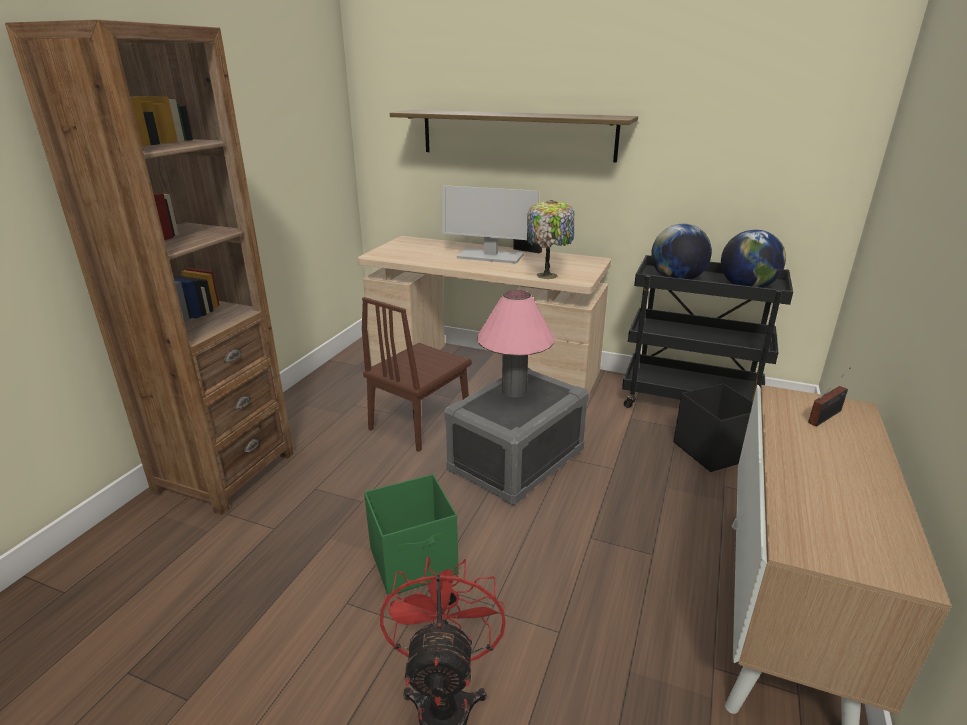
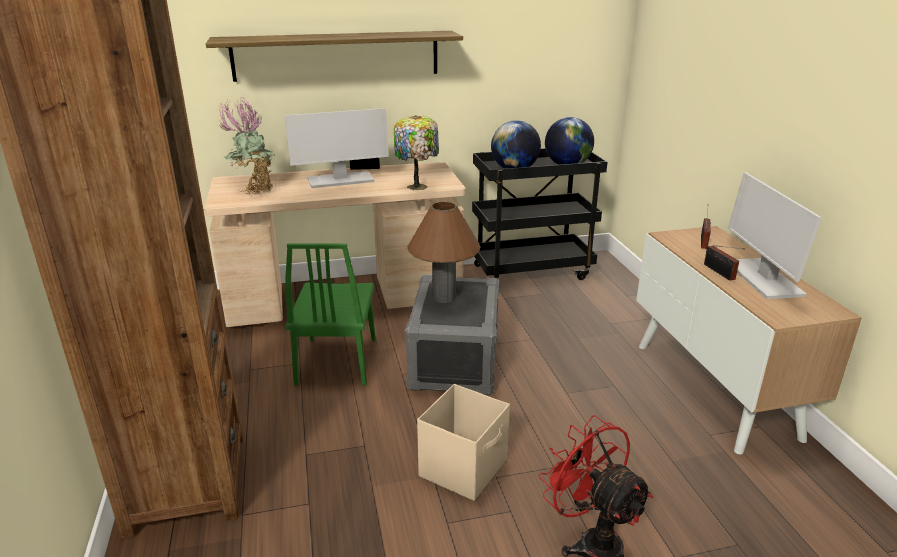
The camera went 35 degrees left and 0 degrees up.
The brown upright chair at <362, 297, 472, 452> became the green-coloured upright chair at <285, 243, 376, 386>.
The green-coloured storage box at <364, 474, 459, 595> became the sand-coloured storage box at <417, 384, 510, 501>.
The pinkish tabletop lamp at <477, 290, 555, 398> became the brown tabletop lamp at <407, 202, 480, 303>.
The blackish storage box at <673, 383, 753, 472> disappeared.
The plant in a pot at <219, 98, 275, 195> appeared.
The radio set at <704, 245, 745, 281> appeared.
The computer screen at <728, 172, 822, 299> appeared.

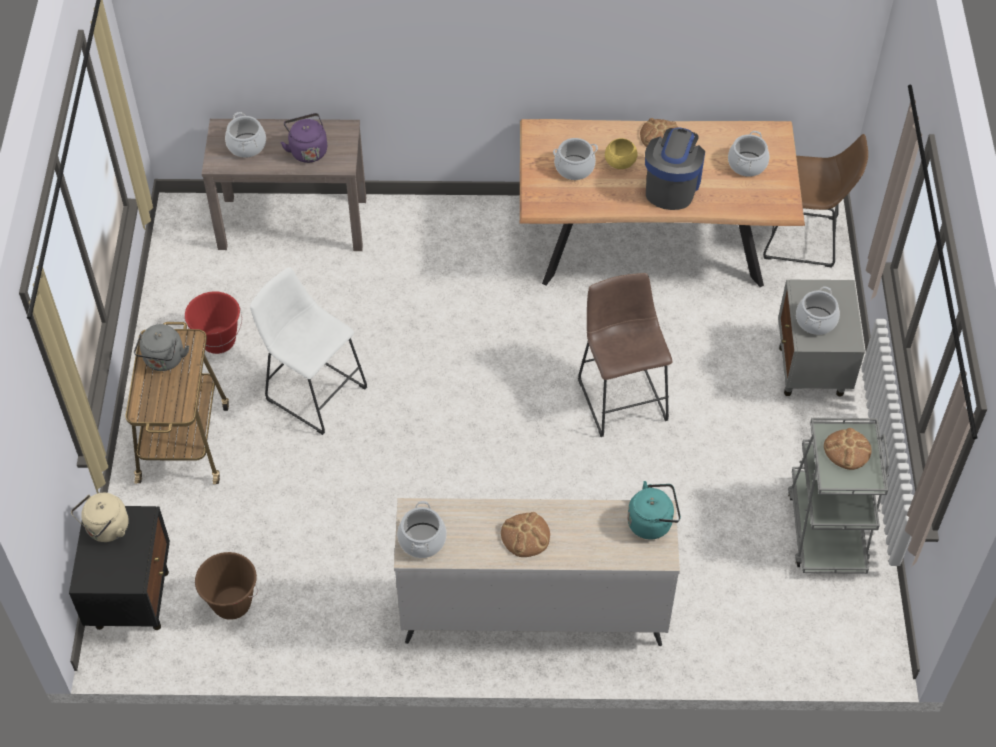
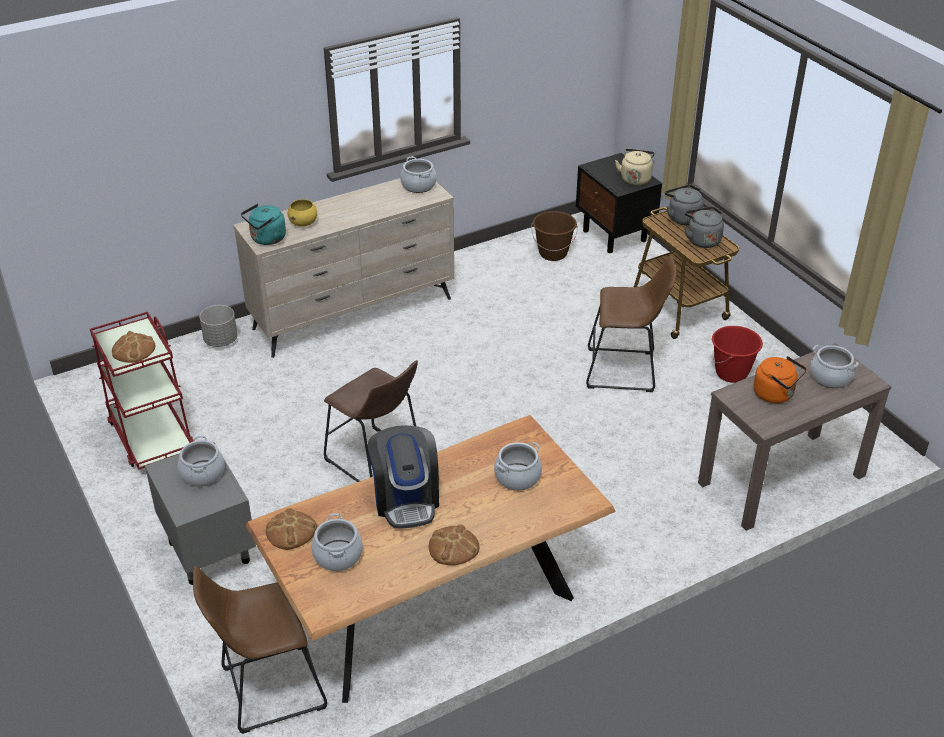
The camera went 150 degrees right and 15 degrees down.
The whitish stool seat at <250, 267, 367, 435> became the brown stool seat at <586, 256, 677, 392>.
The purple-coloured kettle at <280, 113, 327, 163> became the orange-coloured kettle at <754, 356, 807, 403>.
The bakery bread moved from <501, 512, 550, 557> to <266, 508, 317, 550>.
The yellow serving bowl moved from <605, 138, 637, 169> to <287, 199, 317, 227>.
The grey trolley at <788, 418, 889, 574> became the reddish trolley at <90, 312, 194, 470>.
The grey flower pot at <200, 305, 238, 347> appeared.
The grey kettle at <665, 185, 704, 225> appeared.

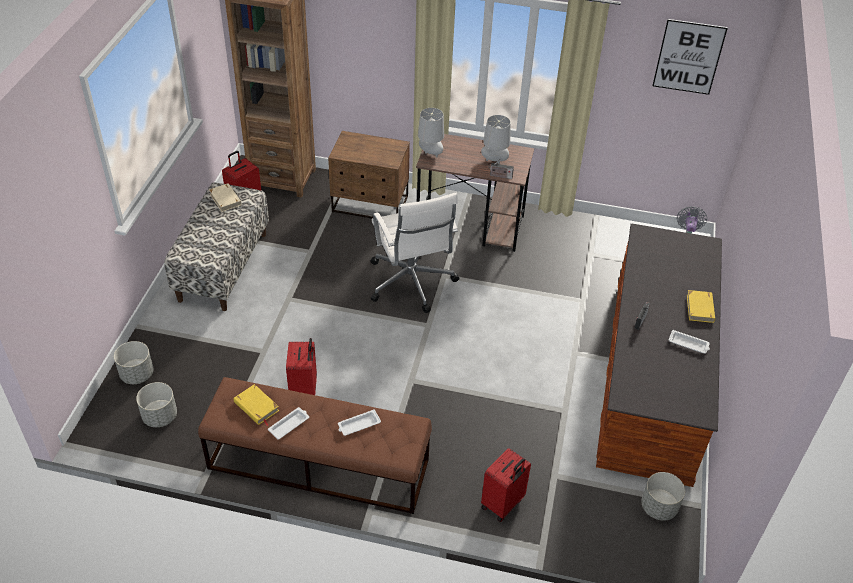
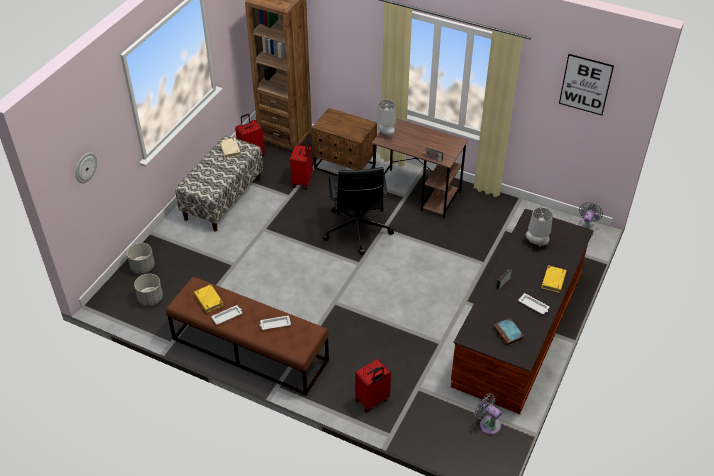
The camera went 15 degrees right and 0 degrees up.
The reddish suitcase moved from <286, 338, 317, 395> to <290, 143, 313, 189>.
The whitish desk chair at <370, 193, 459, 313> became the blackish desk chair at <323, 167, 394, 255>.
The grey tabletop lamp moved from <481, 115, 511, 164> to <526, 207, 553, 247>.
The grey flower pot at <641, 472, 685, 521> was replaced by the grey fan at <475, 393, 502, 435>.
The wall clock at <76, 152, 97, 183> appeared.
The book at <493, 318, 524, 346> appeared.

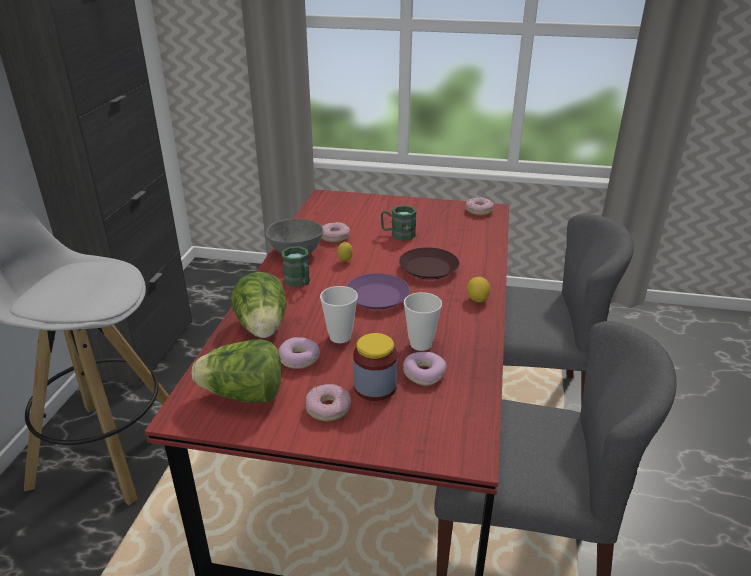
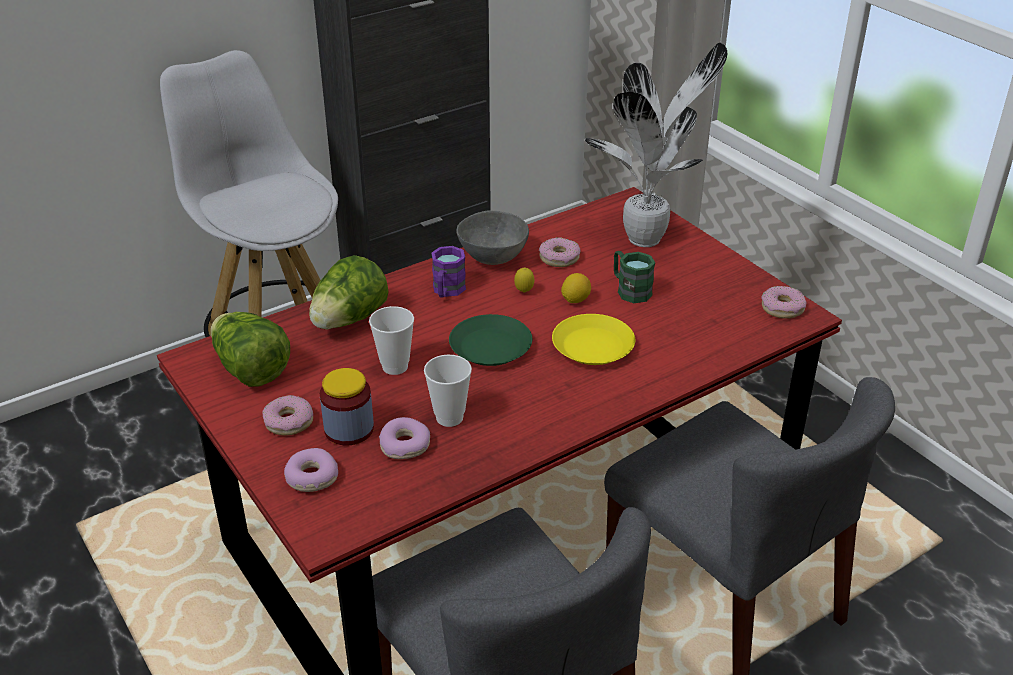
The camera went 45 degrees right and 5 degrees up.
The ring doughnut moved from <278, 337, 320, 369> to <284, 448, 338, 492>.
The green-coloured mug at <282, 246, 310, 287> became the purple-coloured mug at <431, 246, 466, 298>.
The purple-coloured plate at <346, 273, 410, 310> became the green-coloured plate at <449, 314, 532, 366>.
The brown plate at <399, 247, 459, 280> became the yellow plate at <552, 314, 635, 365>.
The lemon moved from <467, 277, 490, 302> to <561, 273, 591, 303>.
The plant in a pot at <585, 43, 727, 247> appeared.

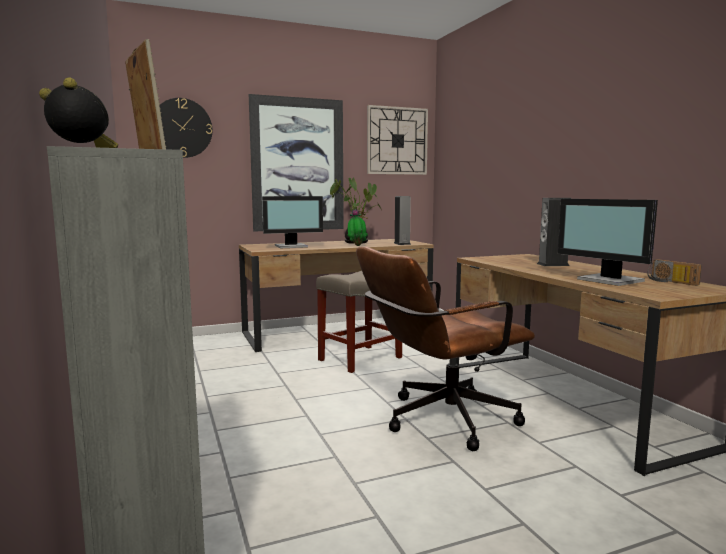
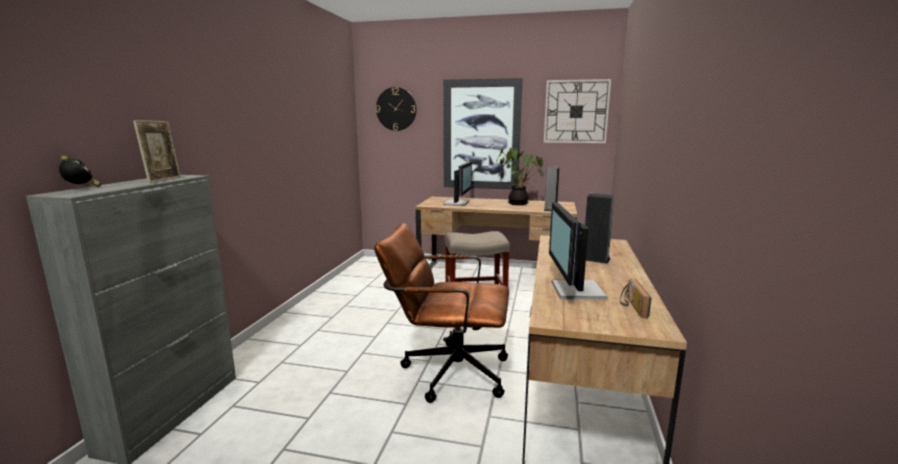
The camera went 35 degrees right and 5 degrees up.
The computer screen at <262, 196, 323, 248> turned 90 degrees counterclockwise.
The plant in a pot at <347, 209, 368, 246> disappeared.

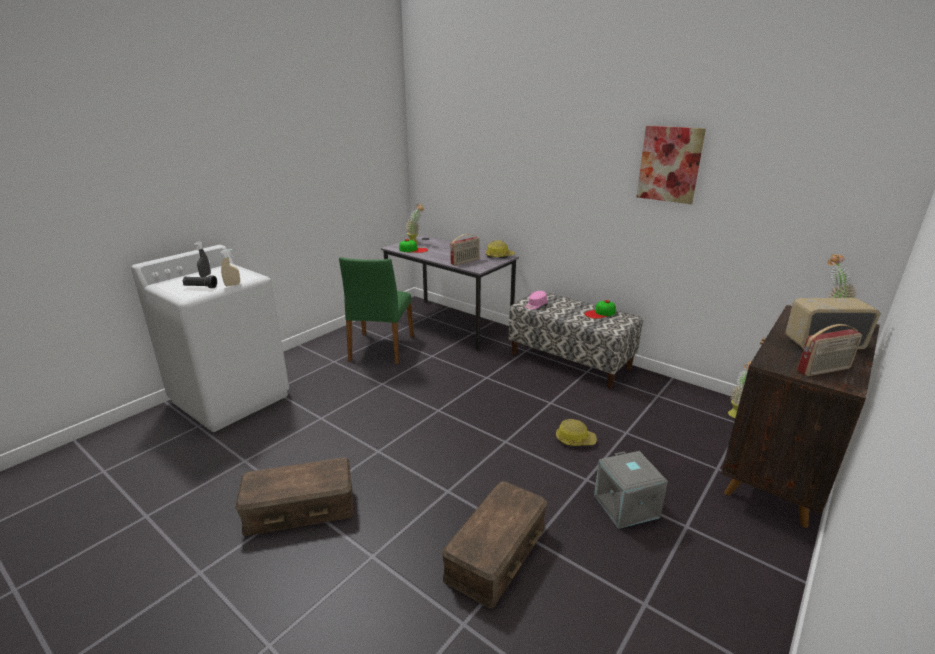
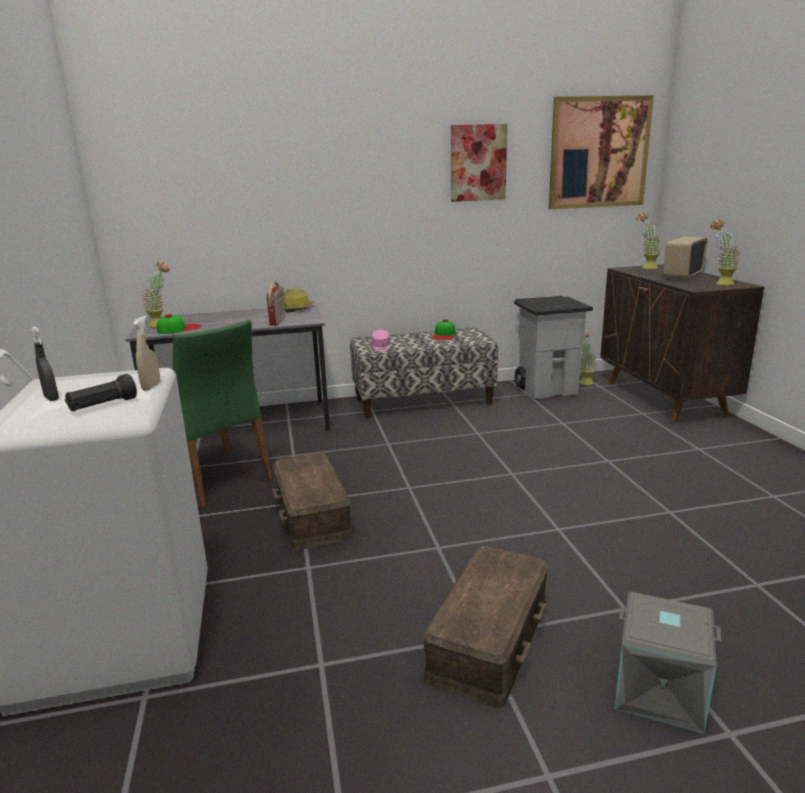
The camera went 50 degrees left and 5 degrees down.
The brown storage box moved from <442, 481, 547, 608> to <273, 453, 352, 550>.
The hard hat at <556, 419, 597, 446> disappeared.
The grey storage box moved from <594, 451, 668, 529> to <614, 592, 721, 734>.
The radio set at <797, 324, 862, 377> was replaced by the plant in a pot at <710, 219, 741, 285>.
The grey rubbish bin at <514, 296, 593, 399> appeared.
The wall picture at <549, 95, 654, 209> appeared.

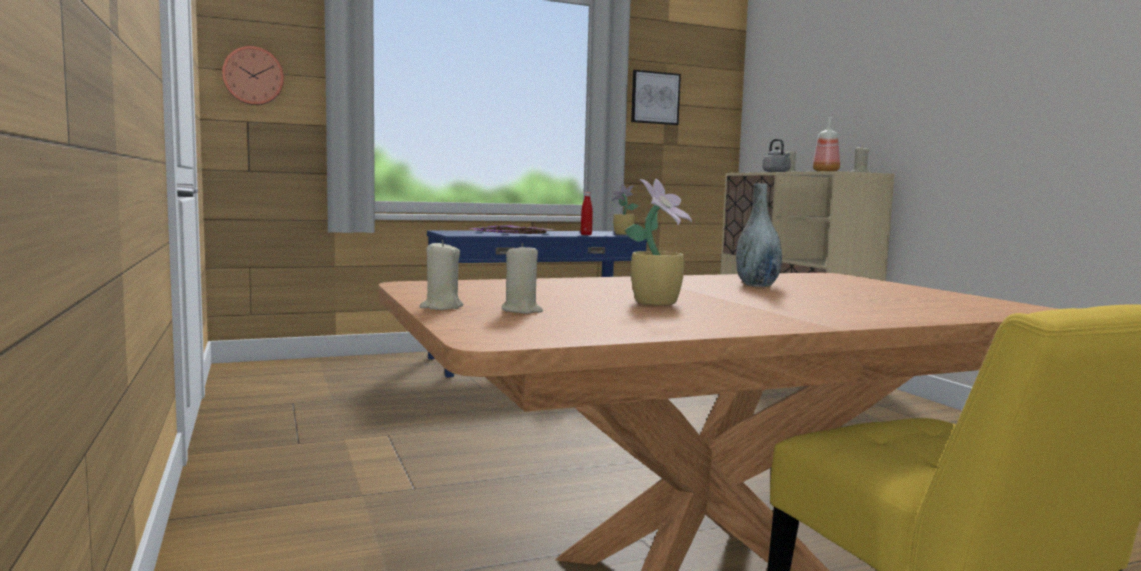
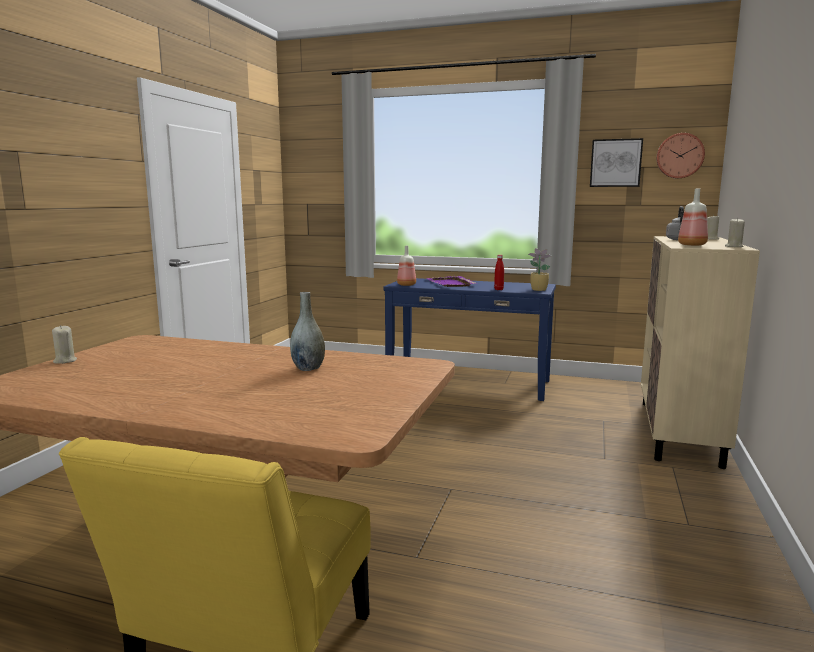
The camera went 40 degrees right and 5 degrees up.
The wall clock moved from <222, 46, 284, 105> to <656, 133, 705, 179>.
The sand-coloured candle at <502, 243, 543, 314> disappeared.
The plant in a pot at <625, 179, 692, 306> disappeared.
The beverage bottle at <397, 246, 416, 286> appeared.

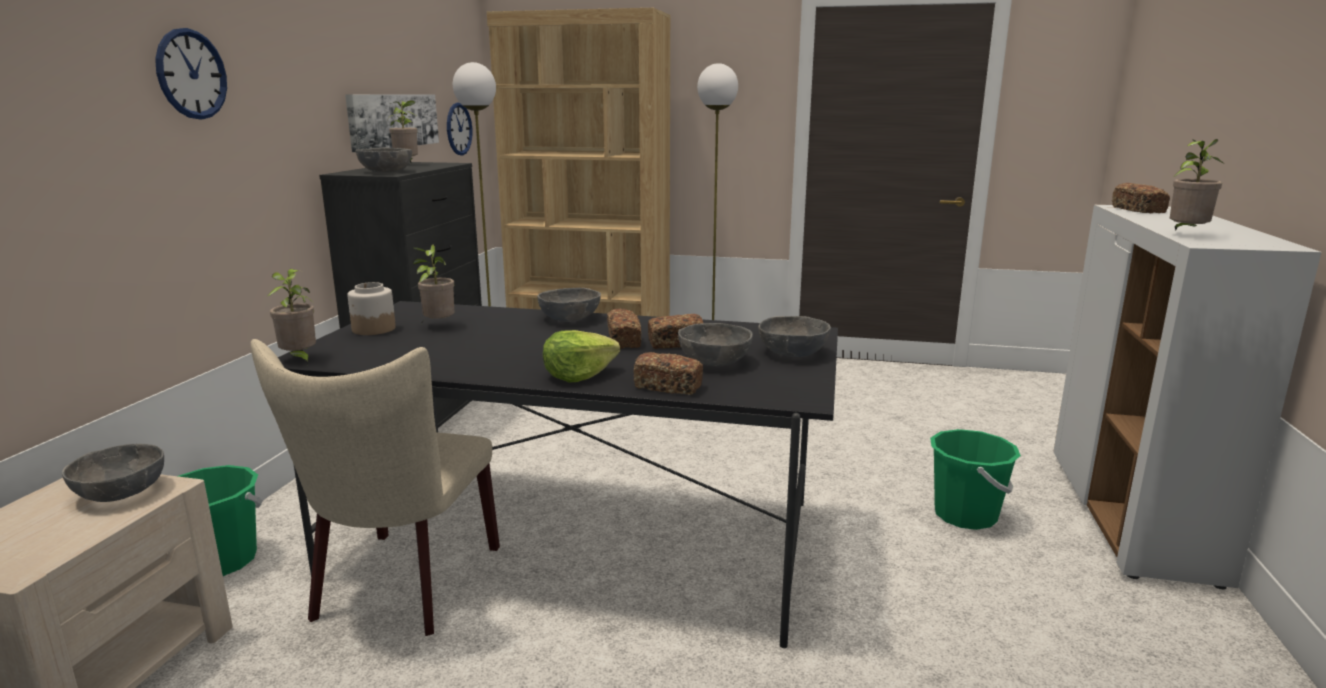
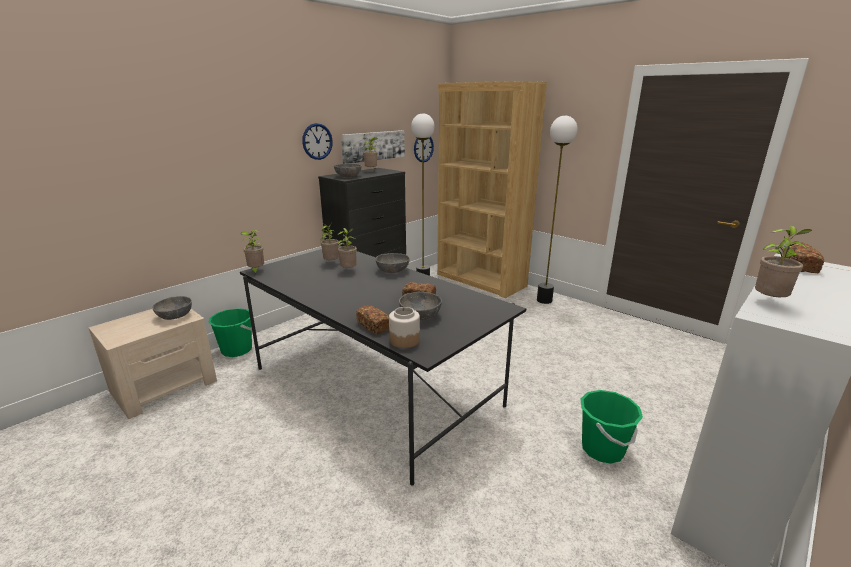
The camera went 30 degrees right and 5 degrees up.
The wall clock moved from <155, 28, 227, 119> to <302, 123, 333, 160>.
The sand-coloured upright chair at <250, 339, 500, 636> disappeared.
The jar moved from <347, 282, 396, 335> to <389, 307, 420, 348>.
The lettuce at <543, 330, 620, 383> disappeared.
The bakery bread at <607, 308, 642, 349> disappeared.
The grey serving bowl at <758, 316, 831, 357> disappeared.
The plant in a pot at <338, 228, 357, 268> appeared.

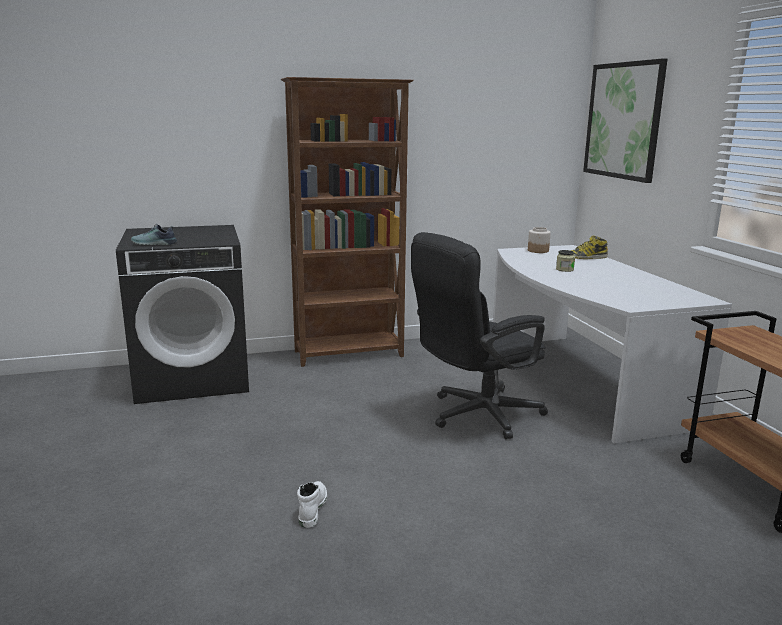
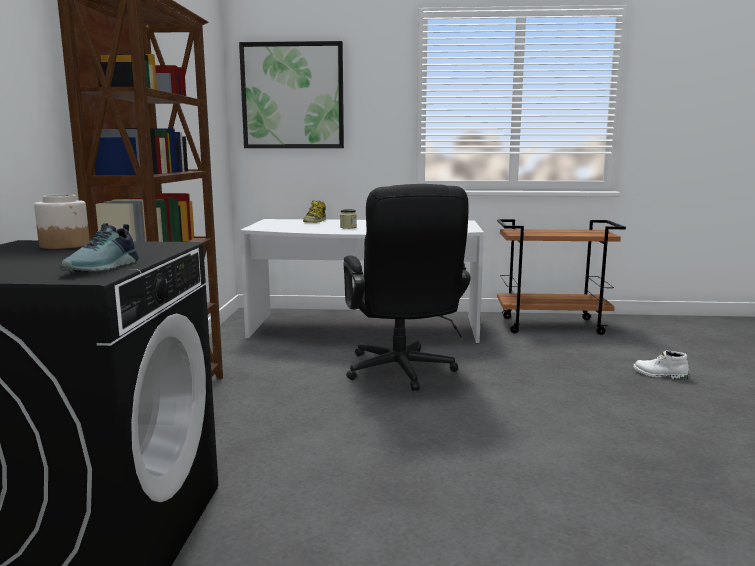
The camera went 70 degrees left and 5 degrees down.
The whitish high-top boot moved from <297, 481, 327, 528> to <633, 350, 689, 380>.
The jar moved from <528, 227, 551, 253> to <34, 194, 90, 249>.

